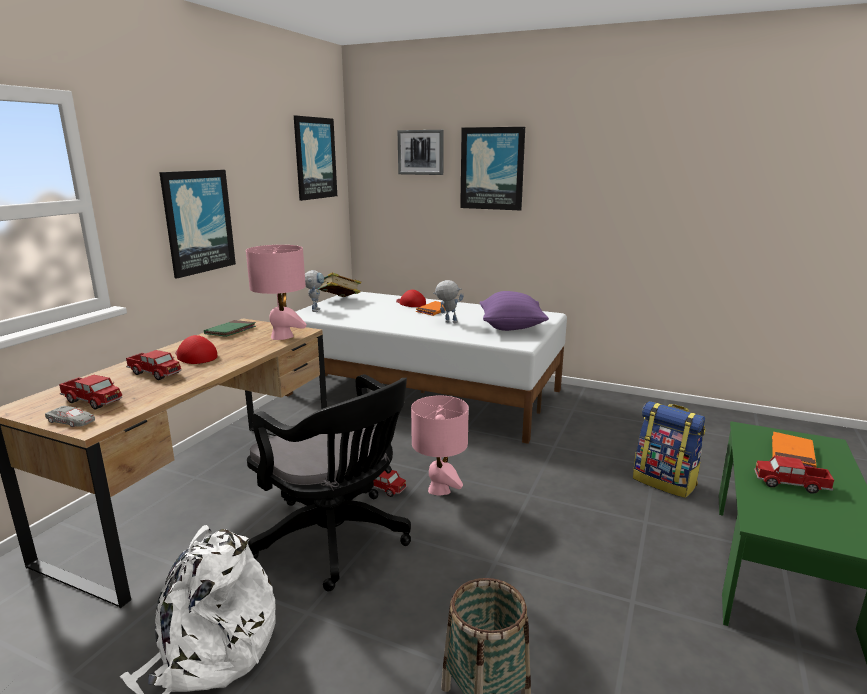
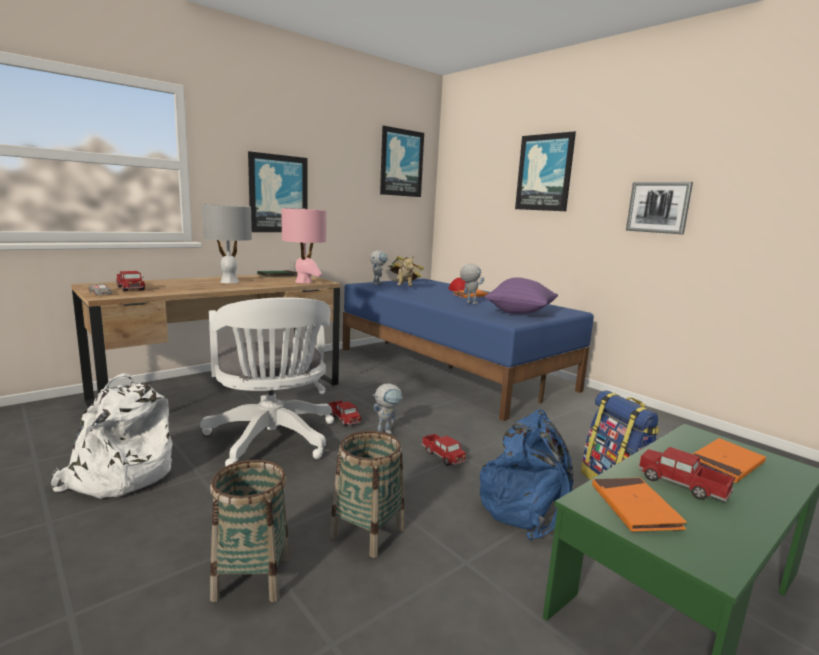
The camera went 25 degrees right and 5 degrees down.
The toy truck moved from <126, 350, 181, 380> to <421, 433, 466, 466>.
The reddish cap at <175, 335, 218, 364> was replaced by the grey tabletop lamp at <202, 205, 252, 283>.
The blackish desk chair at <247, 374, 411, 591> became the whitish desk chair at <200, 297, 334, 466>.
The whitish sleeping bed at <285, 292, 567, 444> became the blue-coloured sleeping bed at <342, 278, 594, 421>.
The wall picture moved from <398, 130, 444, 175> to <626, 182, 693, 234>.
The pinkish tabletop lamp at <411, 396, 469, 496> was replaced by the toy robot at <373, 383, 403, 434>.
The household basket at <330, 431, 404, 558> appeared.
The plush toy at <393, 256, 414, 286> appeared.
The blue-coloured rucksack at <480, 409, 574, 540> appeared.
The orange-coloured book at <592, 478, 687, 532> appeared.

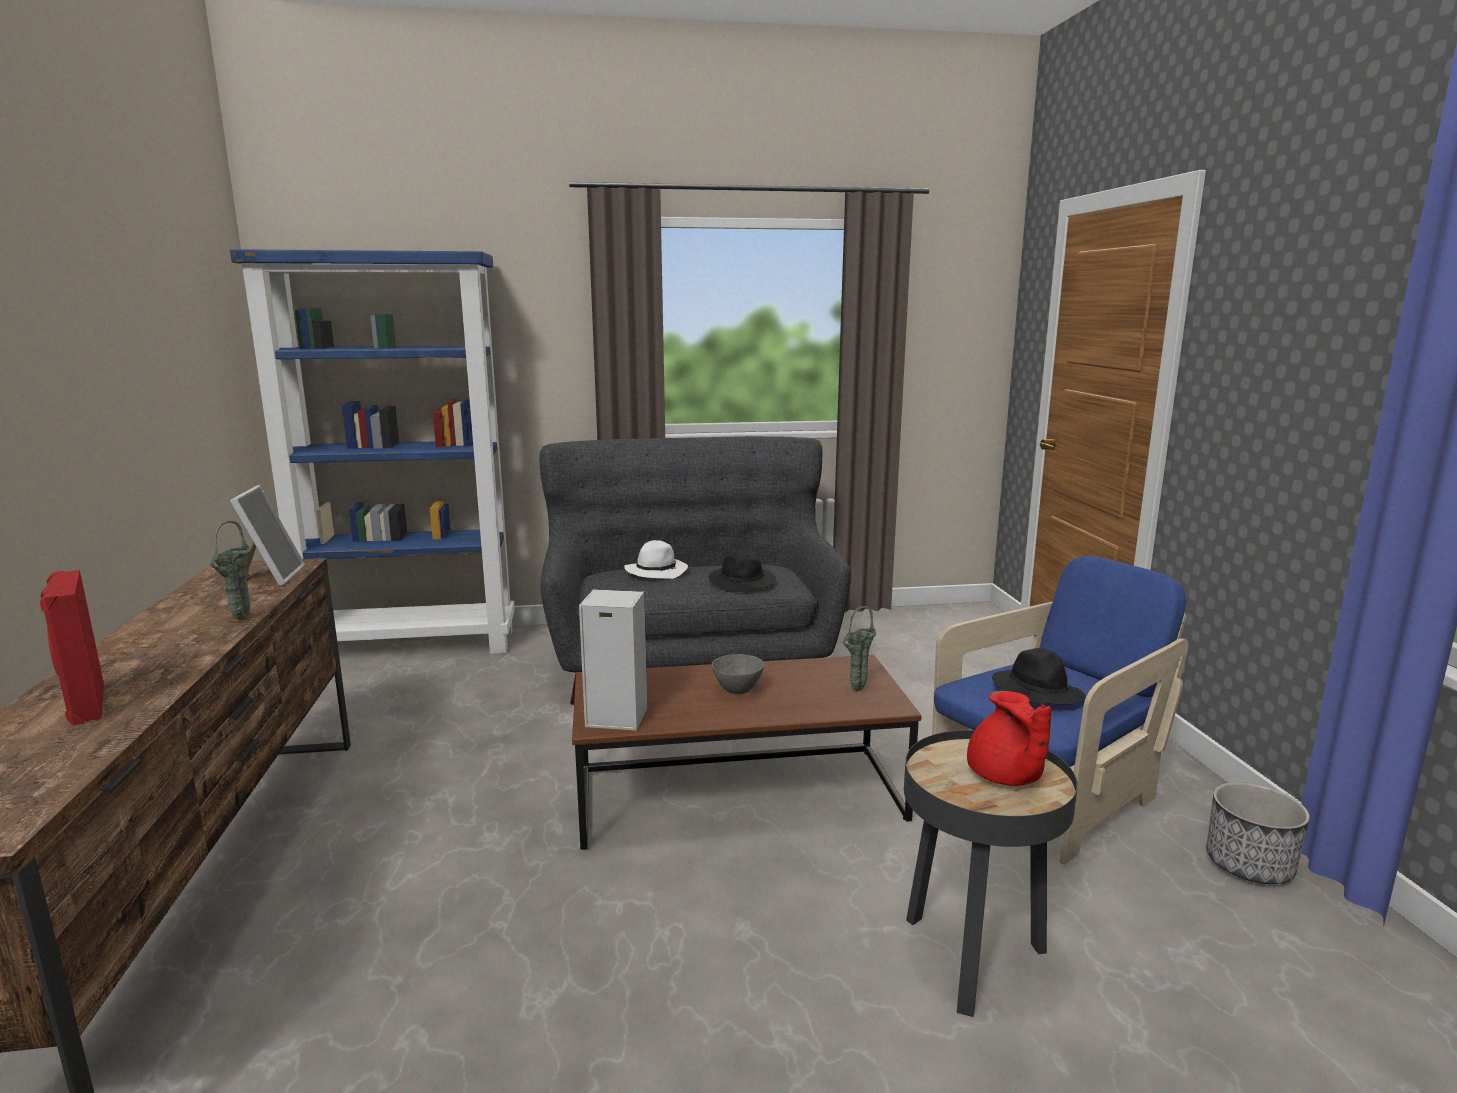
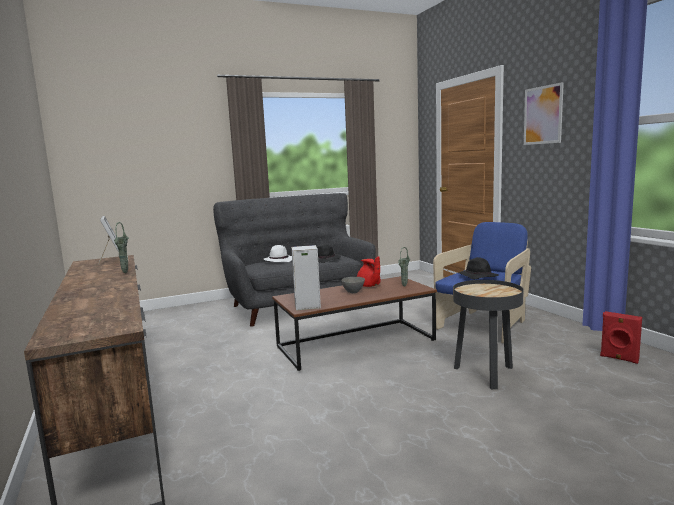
The camera went 15 degrees left and 5 degrees down.
The reddish audio speaker moved from <40, 570, 104, 725> to <600, 311, 642, 364>.
The blue-coloured bookcase at <230, 249, 515, 654> disappeared.
The reddish teapot moved from <967, 691, 1052, 786> to <357, 256, 380, 287>.
The flower pot at <1206, 782, 1310, 884> disappeared.
The wall picture at <524, 82, 564, 145> appeared.

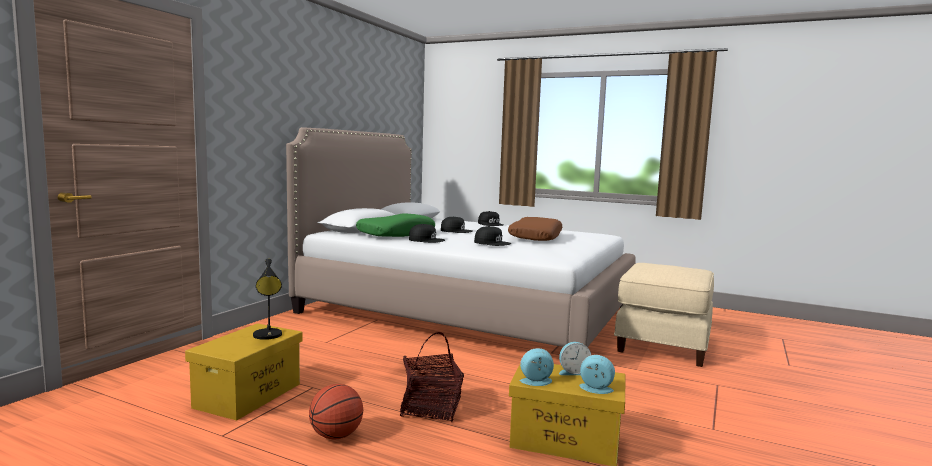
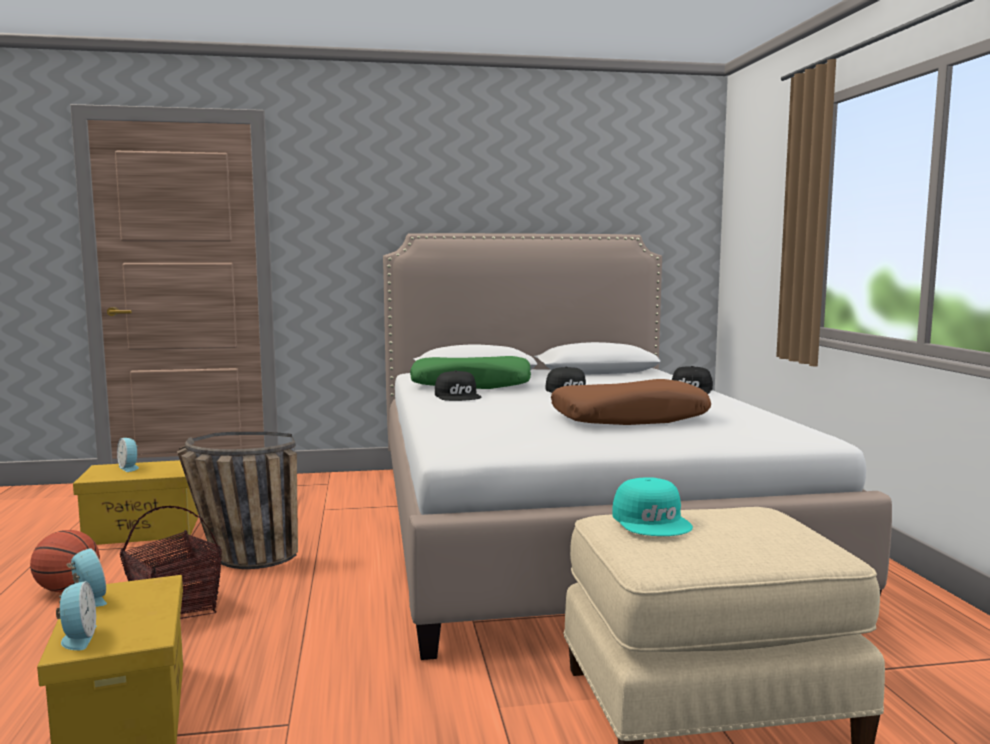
The camera went 55 degrees right and 0 degrees up.
The blackish tabletop lamp at <253, 259, 282, 340> disappeared.
The blackish cap at <474, 226, 511, 246> disappeared.
The table clock moved from <559, 342, 591, 375> to <117, 438, 139, 472>.
The household basket at <177, 432, 298, 569> appeared.
The turquoise cap at <612, 477, 693, 536> appeared.

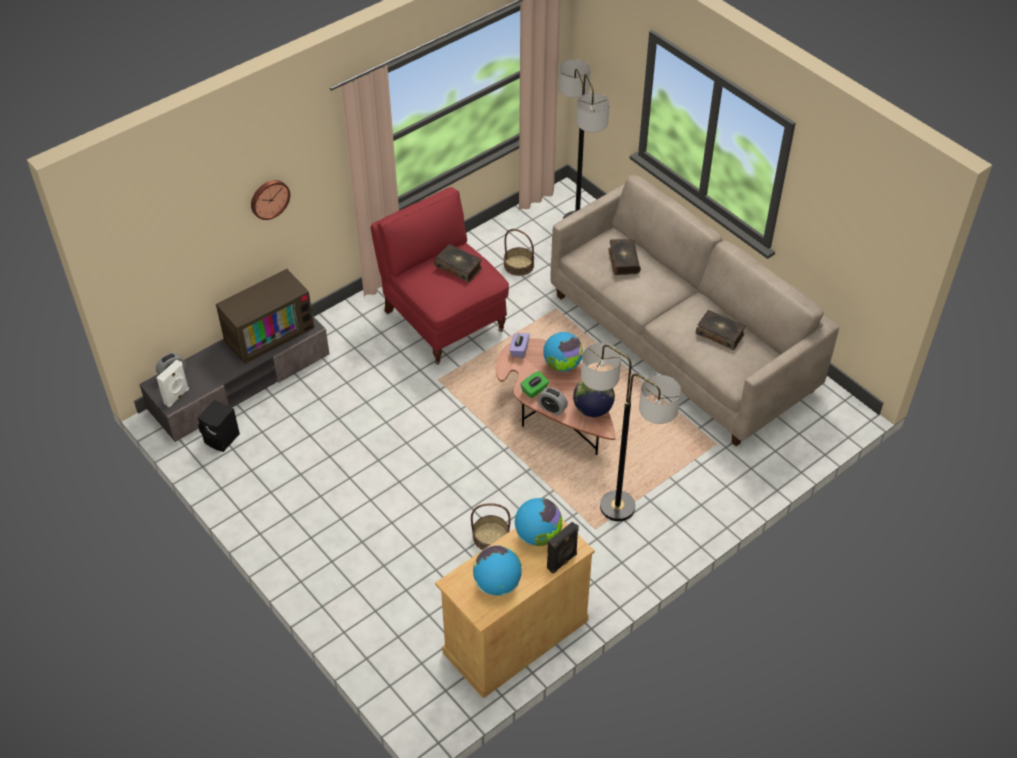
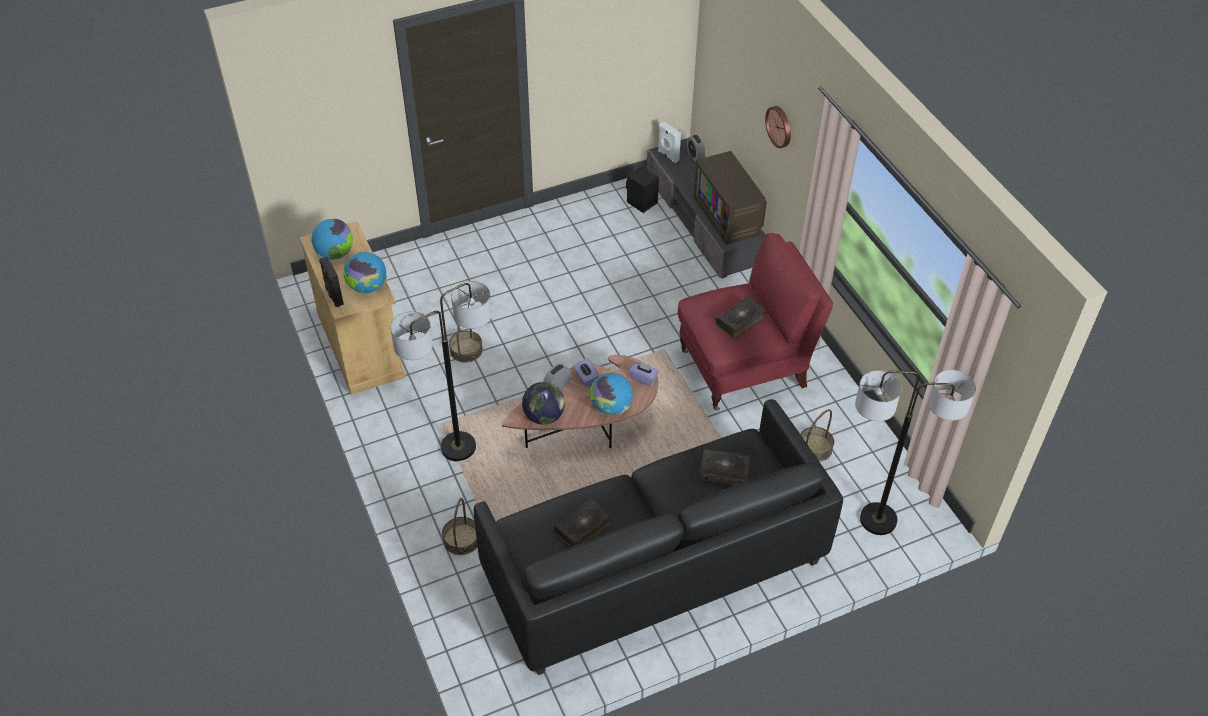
The camera went 105 degrees right and 0 degrees up.
The green-coloured tissue holder at <520, 371, 549, 398> became the purple-coloured tissue holder at <574, 358, 599, 387>.
The sand-coloured settee at <550, 175, 839, 446> became the blackish settee at <474, 399, 843, 675>.
The household basket at <442, 498, 477, 555> appeared.

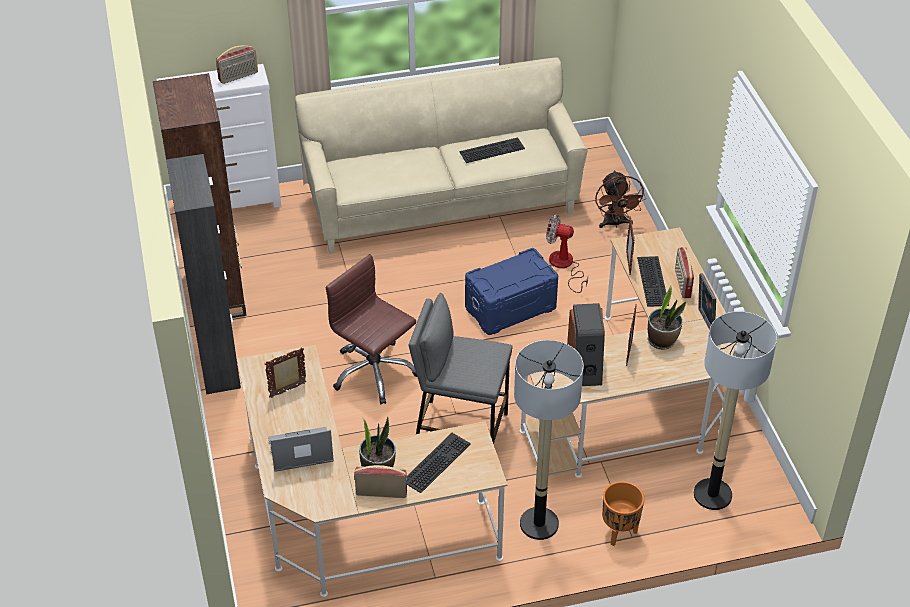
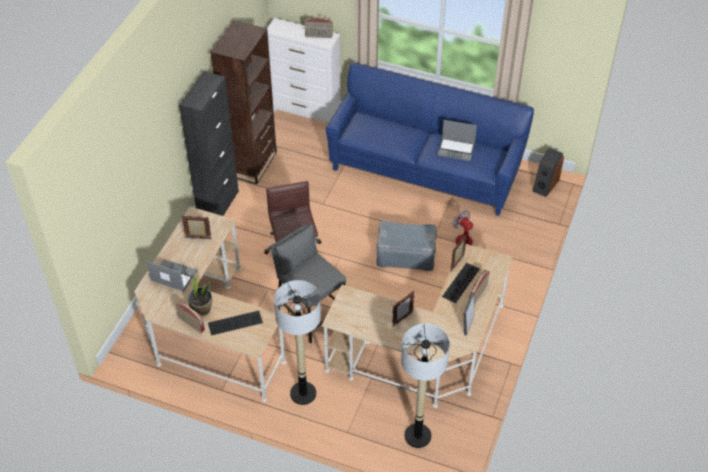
The camera went 35 degrees right and 5 degrees up.
The sand-coloured settee at <295, 57, 588, 254> became the blue-coloured settee at <325, 62, 534, 216>.
The PC keyboard at <459, 137, 525, 163> was replaced by the portable computer at <437, 120, 477, 161>.
The blue-coloured storage box at <465, 248, 558, 335> became the grey storage box at <376, 221, 437, 271>.
The audio speaker moved from <567, 303, 605, 386> to <532, 148, 564, 197>.
The brown fan at <595, 170, 646, 228> disappeared.
The orange-coloured flower pot at <602, 481, 644, 546> disappeared.
The plant in a pot at <648, 286, 686, 350> disappeared.

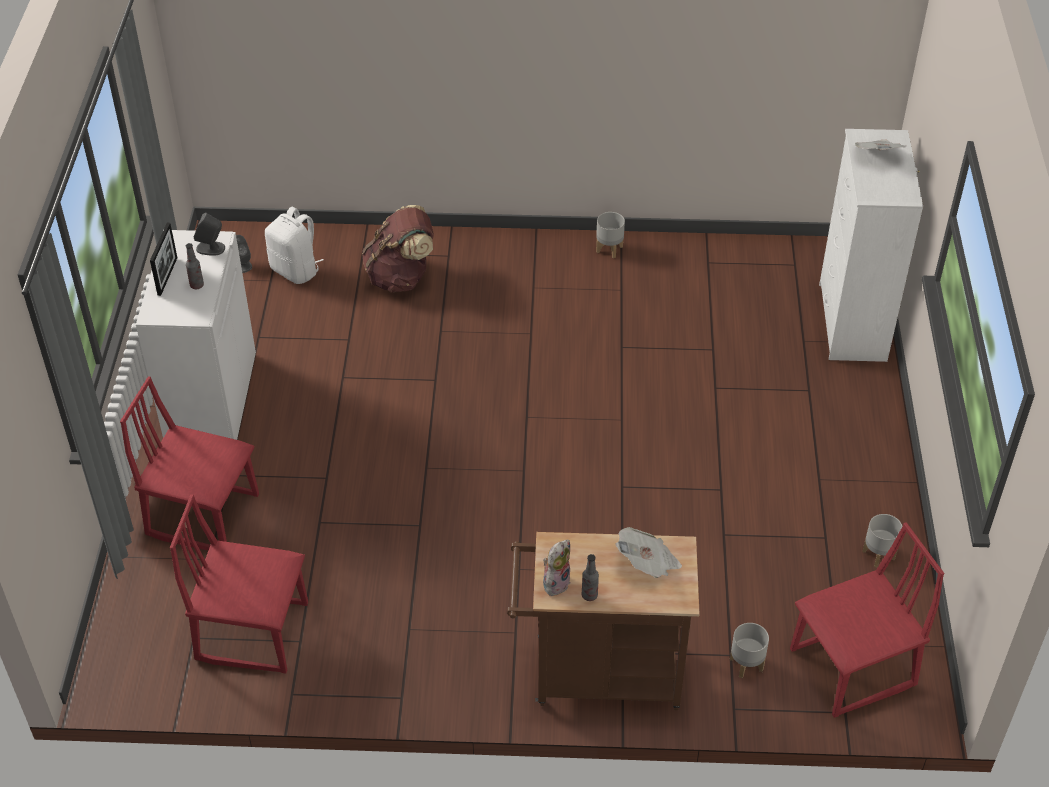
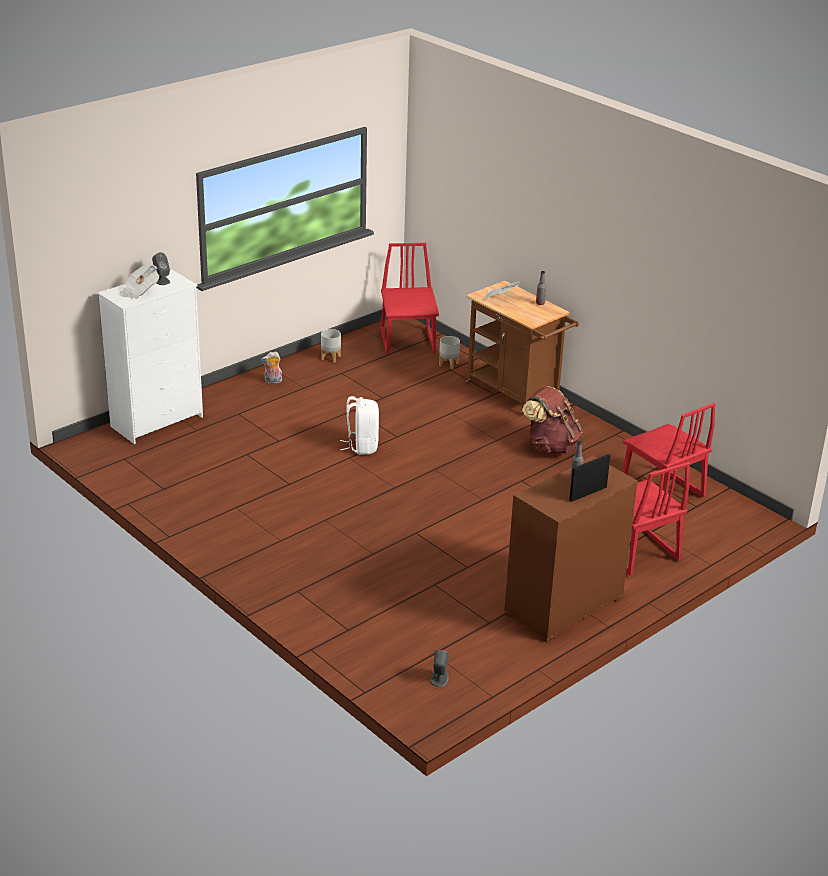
The camera went 135 degrees left and 15 degrees down.
The whitish cabinet at <136, 230, 256, 440> became the brown cabinet at <504, 456, 638, 642>.
The grey audio speaker moved from <194, 213, 225, 256> to <152, 252, 170, 285>.
The whitish rucksack moved from <265, 207, 323, 284> to <340, 396, 379, 455>.
The brown rucksack moved from <362, 205, 434, 293> to <522, 386, 583, 454>.
The plush toy moved from <543, 540, 571, 596> to <261, 351, 282, 384>.
The grey flower pot at <596, 212, 625, 258> disappeared.
The reddish upright chair at <790, 522, 944, 718> turned 60 degrees clockwise.

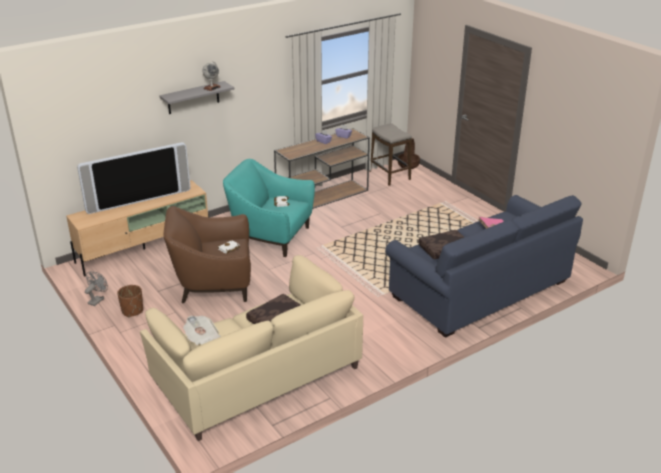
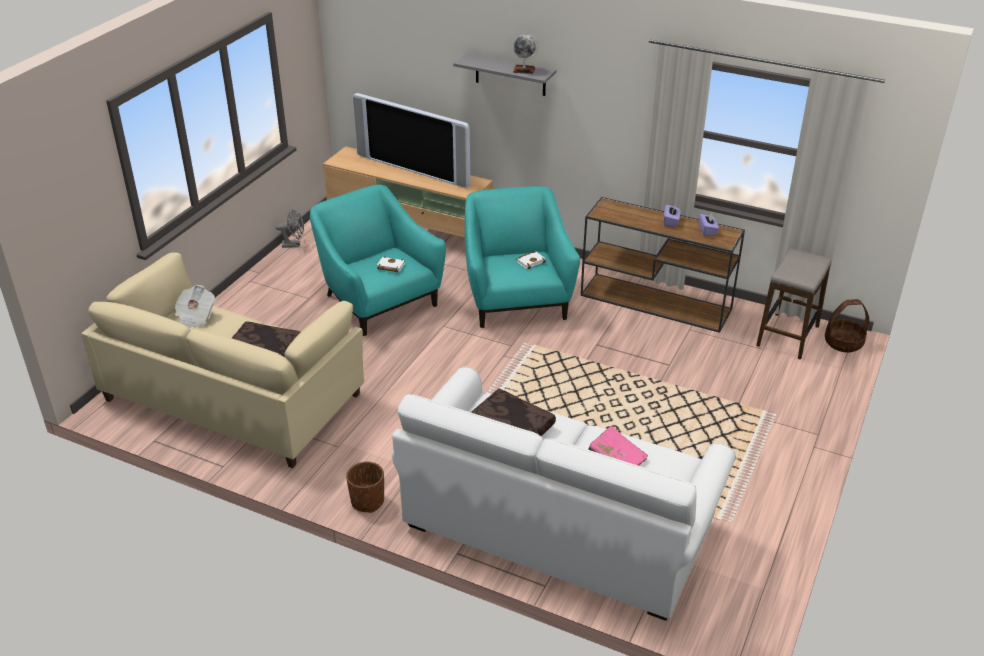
The camera went 60 degrees right and 5 degrees up.
The brown flower pot moved from <117, 285, 143, 317> to <346, 462, 384, 513>.
The brown lounge chair at <164, 206, 251, 303> became the turquoise lounge chair at <310, 185, 446, 336>.
The blue-coloured settee at <386, 195, 583, 338> became the whitish settee at <392, 367, 736, 621>.

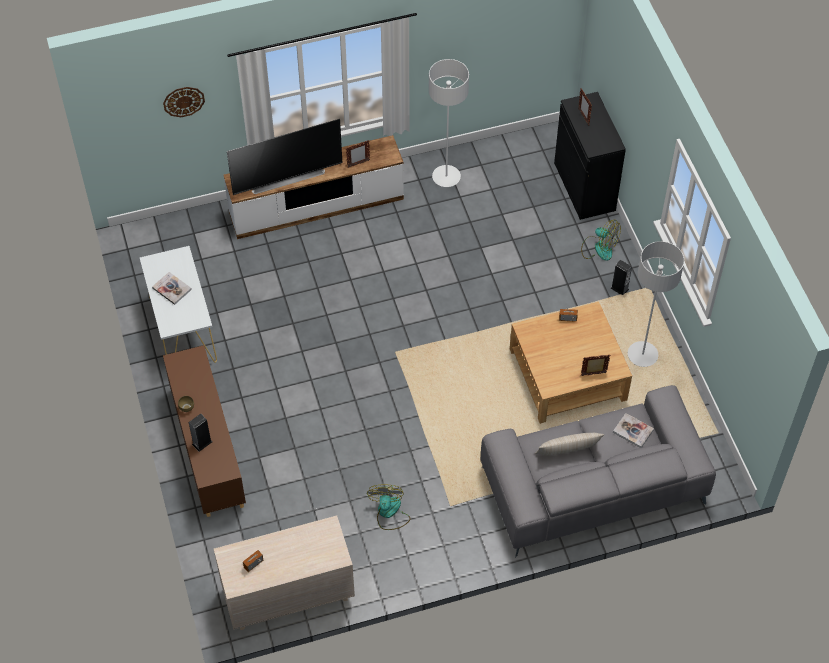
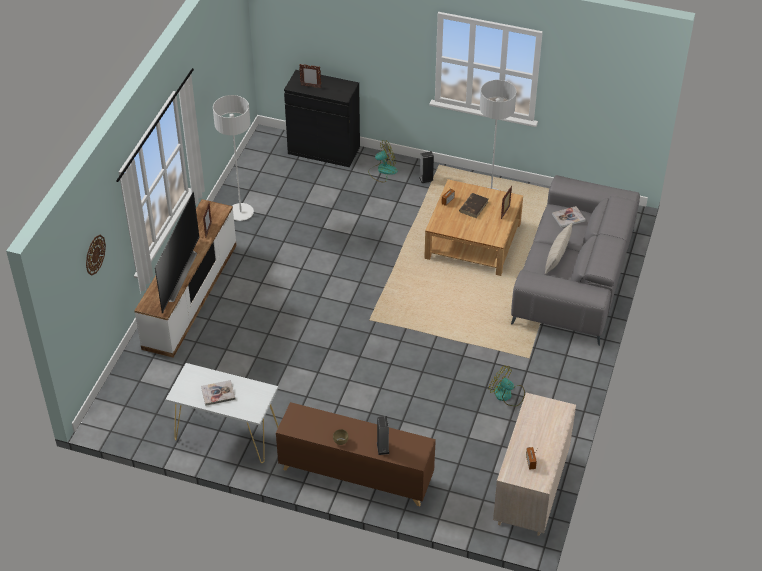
The camera went 55 degrees left and 10 degrees down.
The brown book at <459, 193, 488, 218> appeared.

